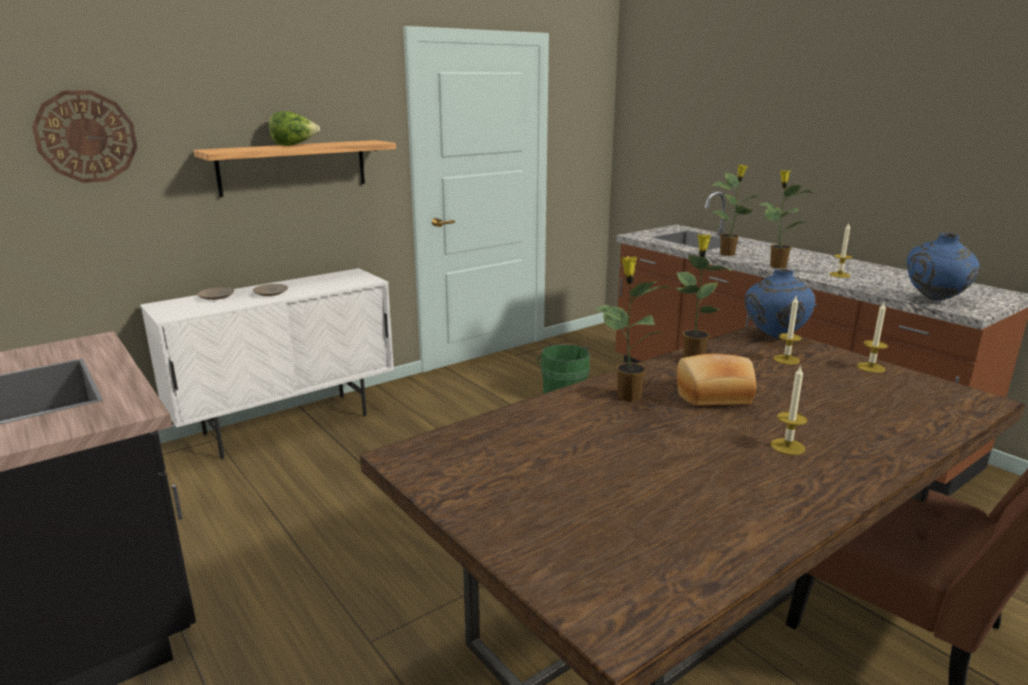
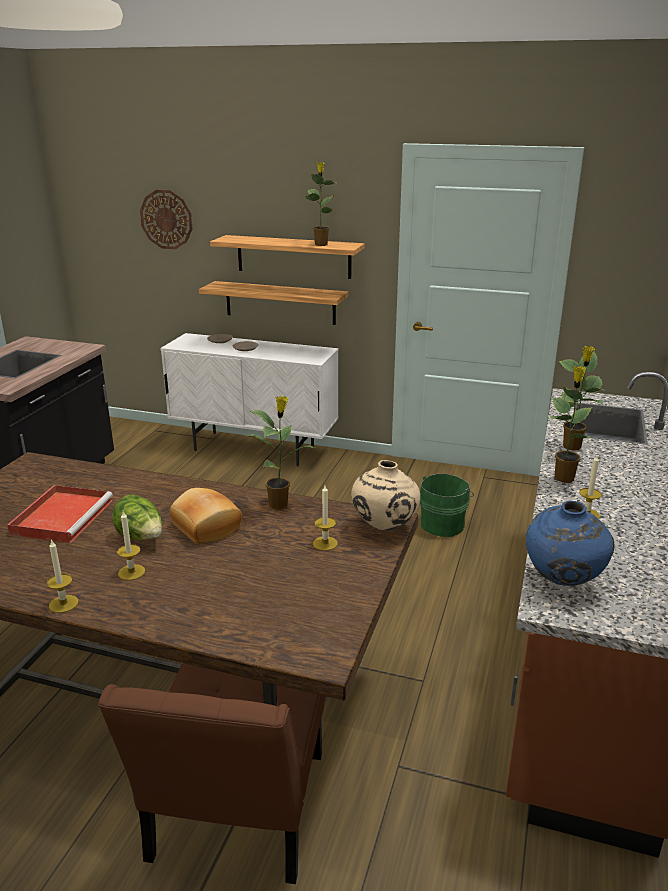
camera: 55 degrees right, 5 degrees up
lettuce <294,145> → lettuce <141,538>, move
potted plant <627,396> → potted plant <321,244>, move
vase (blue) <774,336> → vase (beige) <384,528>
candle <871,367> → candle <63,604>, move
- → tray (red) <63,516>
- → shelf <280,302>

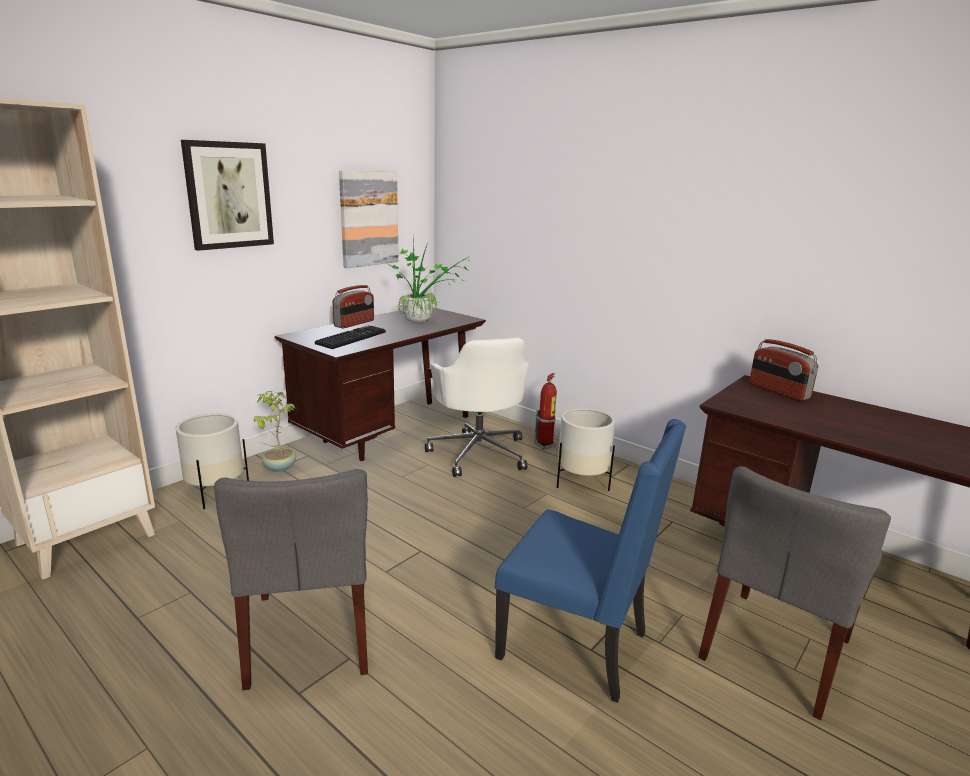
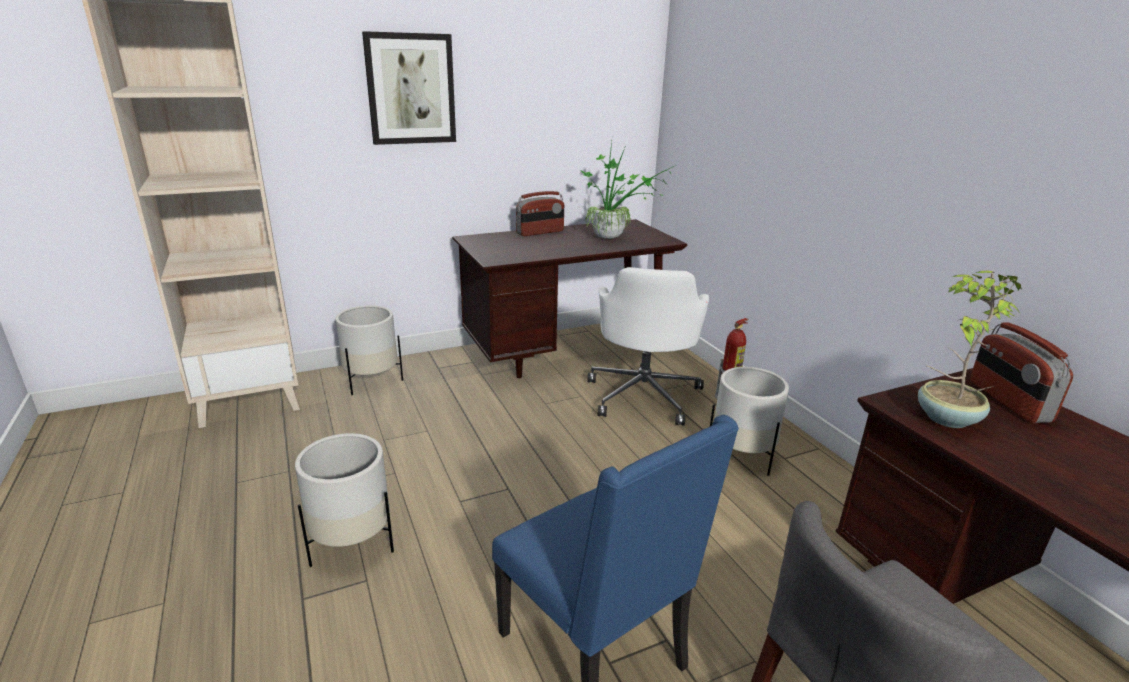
camera: 25 degrees right, 5 degrees up
chair (grey) <311,633> → planter (white) <352,543>
potted plant <279,467> → potted plant <945,418>, move
keyboard <351,338> → -
picture <368,218> → -

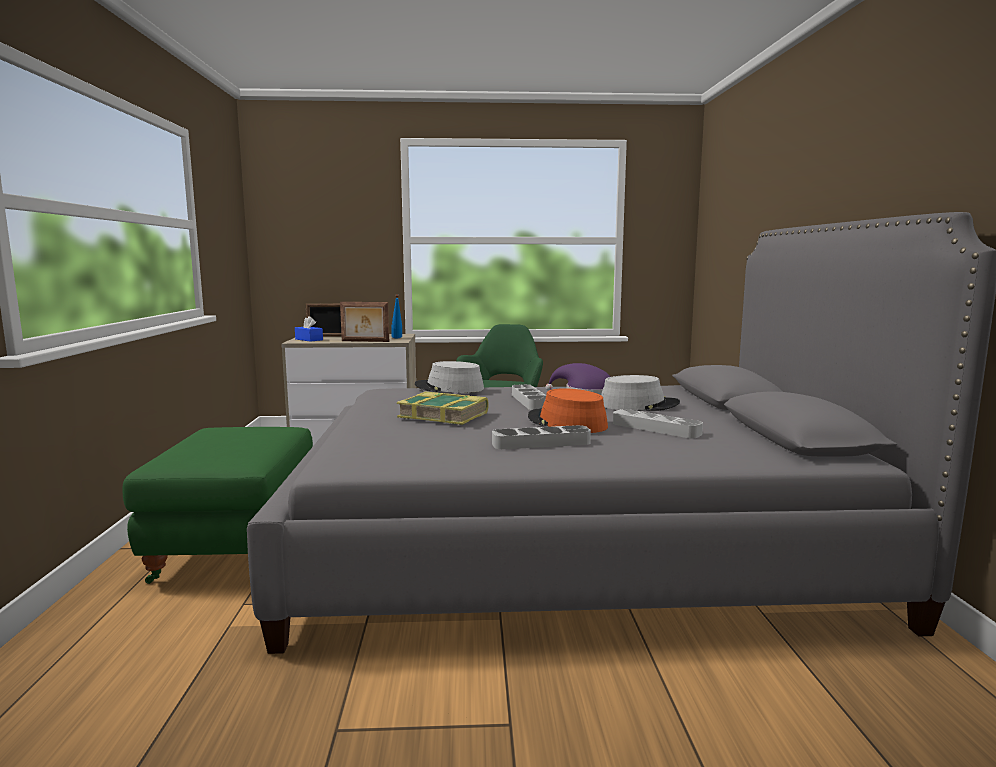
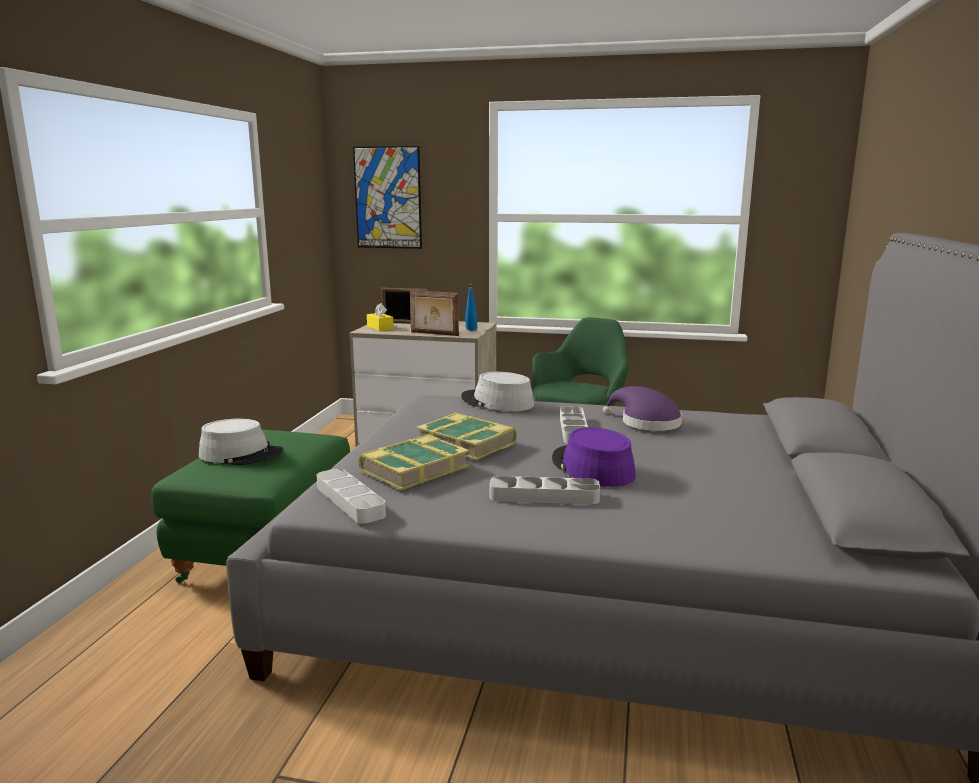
camera: 15 degrees right, 5 degrees up
tissue box (blue) <309,339> → tissue box (yellow) <380,328>
hat (orange) <566,423> → hat (purple) <592,468>
hat (grey) <639,405> → hat (grey) <241,454>, move
tray (grey) <656,428> → tray (grey) <350,501>, move
- → picture <388,198>
- → book <413,469>

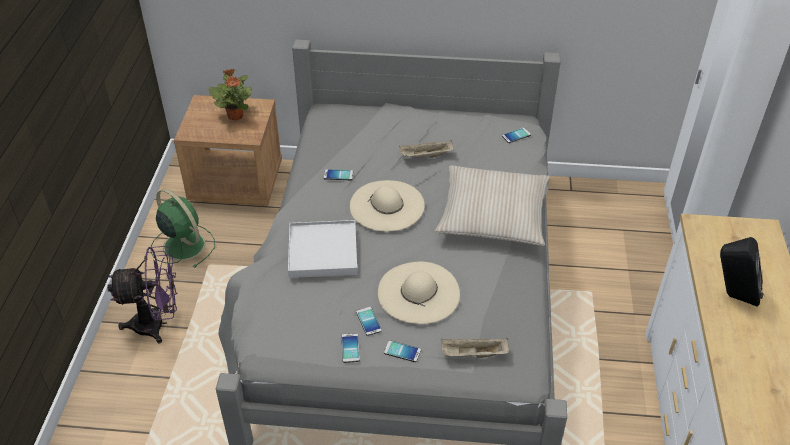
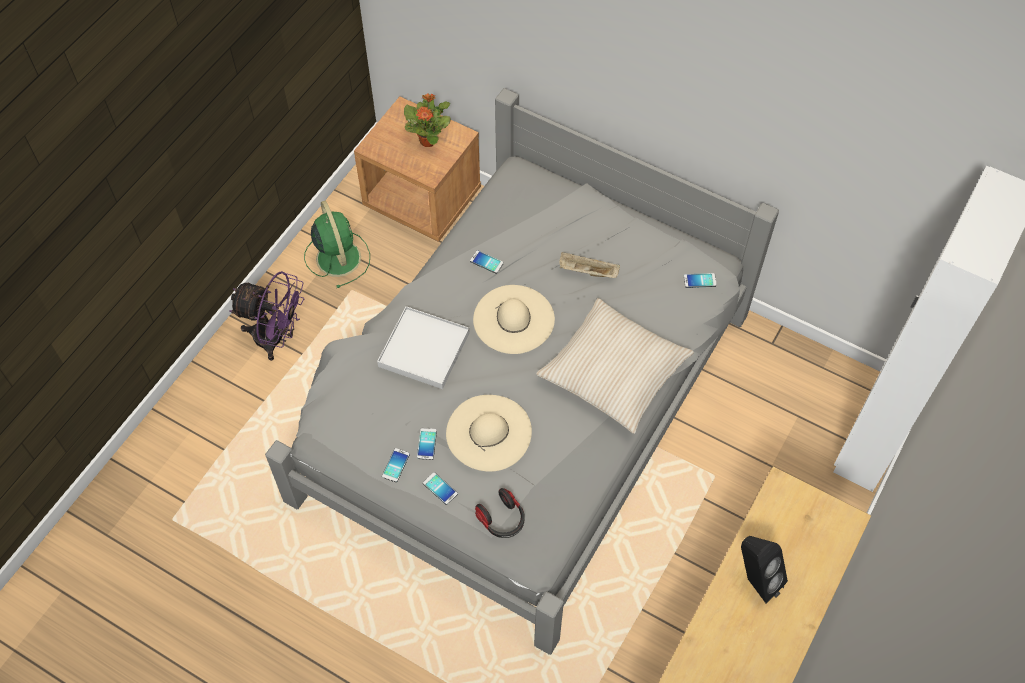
camera: 25 degrees right, 15 degrees up
tray (beige) <473,355> → headphones <502,519>

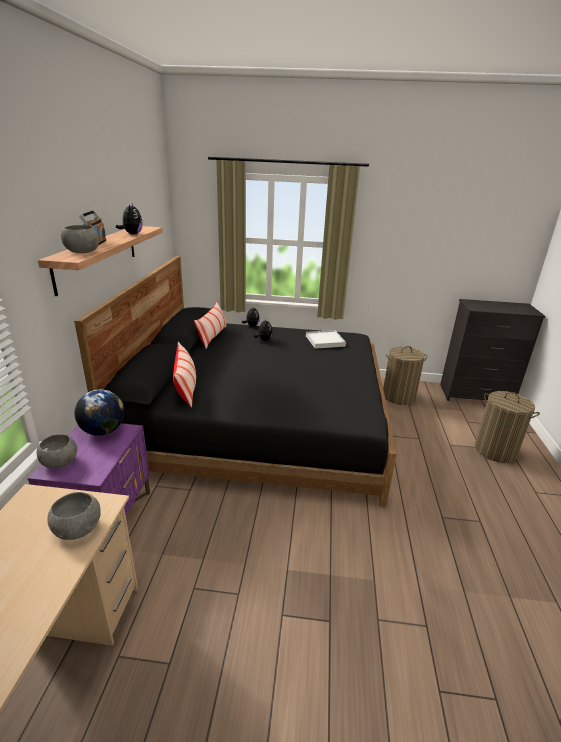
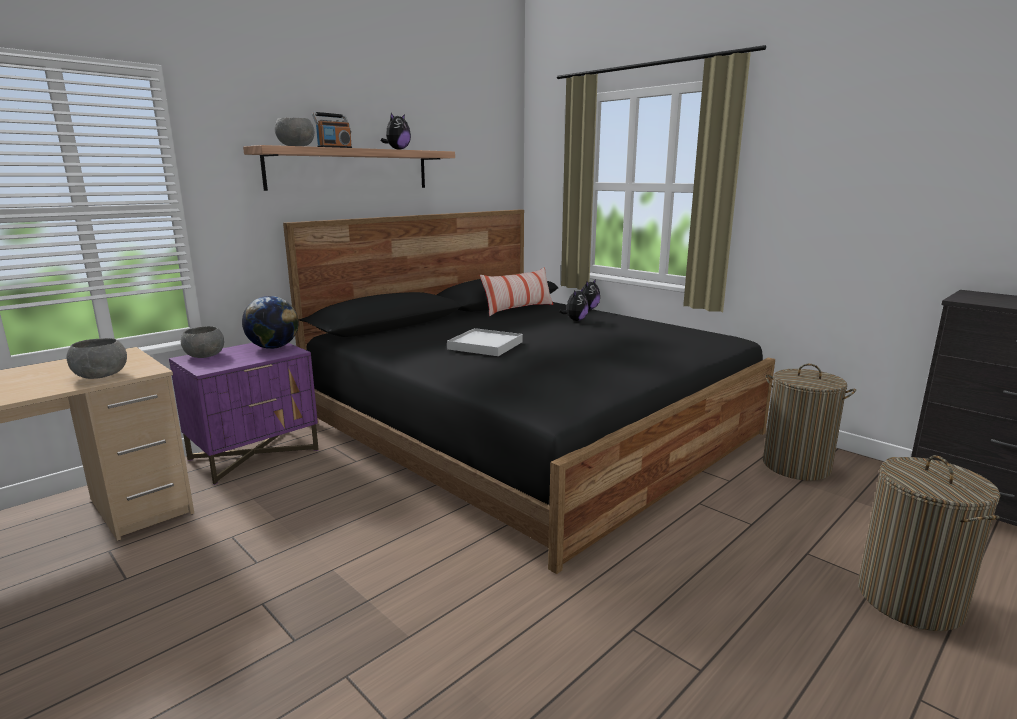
camera: 40 degrees right, 10 degrees down
pillow <186,388> → -
tray (white) <325,341> → tray (white) <485,345>, move

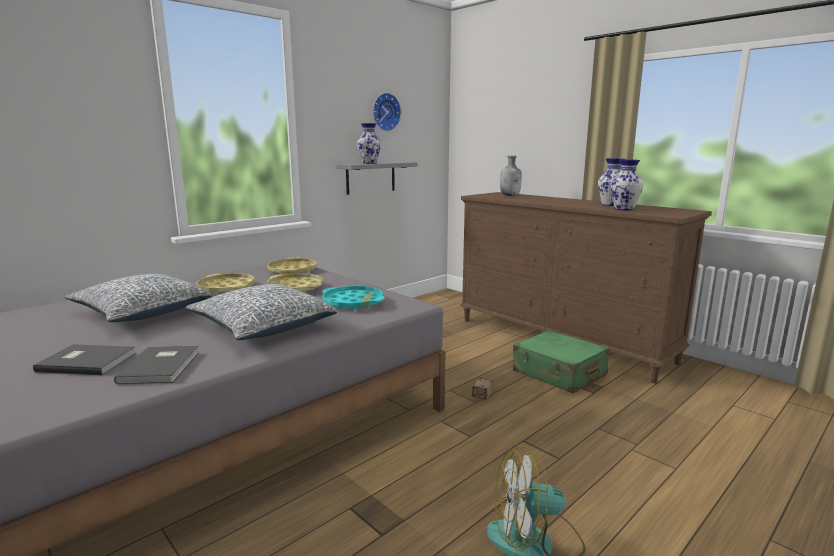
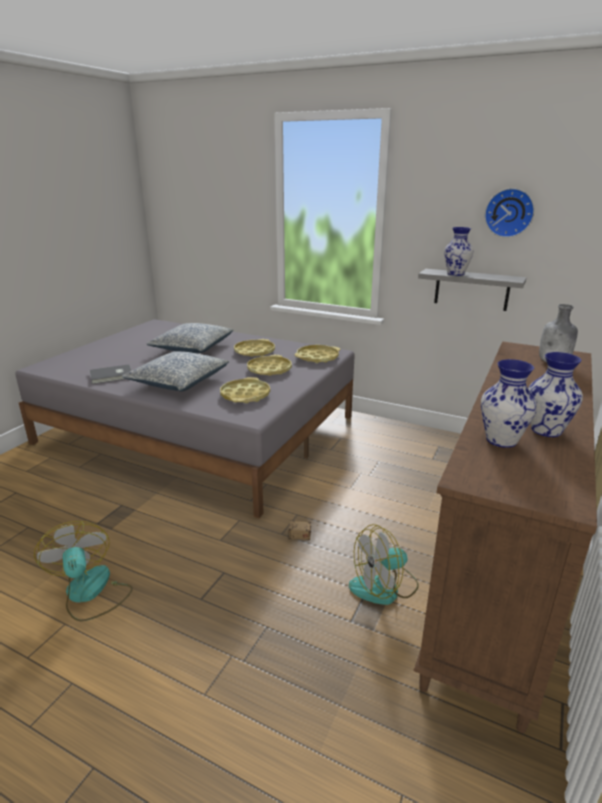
camera: 70 degrees right, 10 degrees up
book (grey) <87,361> → -
tray (turquoise) <353,302> → tray (yellow) <245,395>
suitcase (green) <559,373> → fan <384,587>

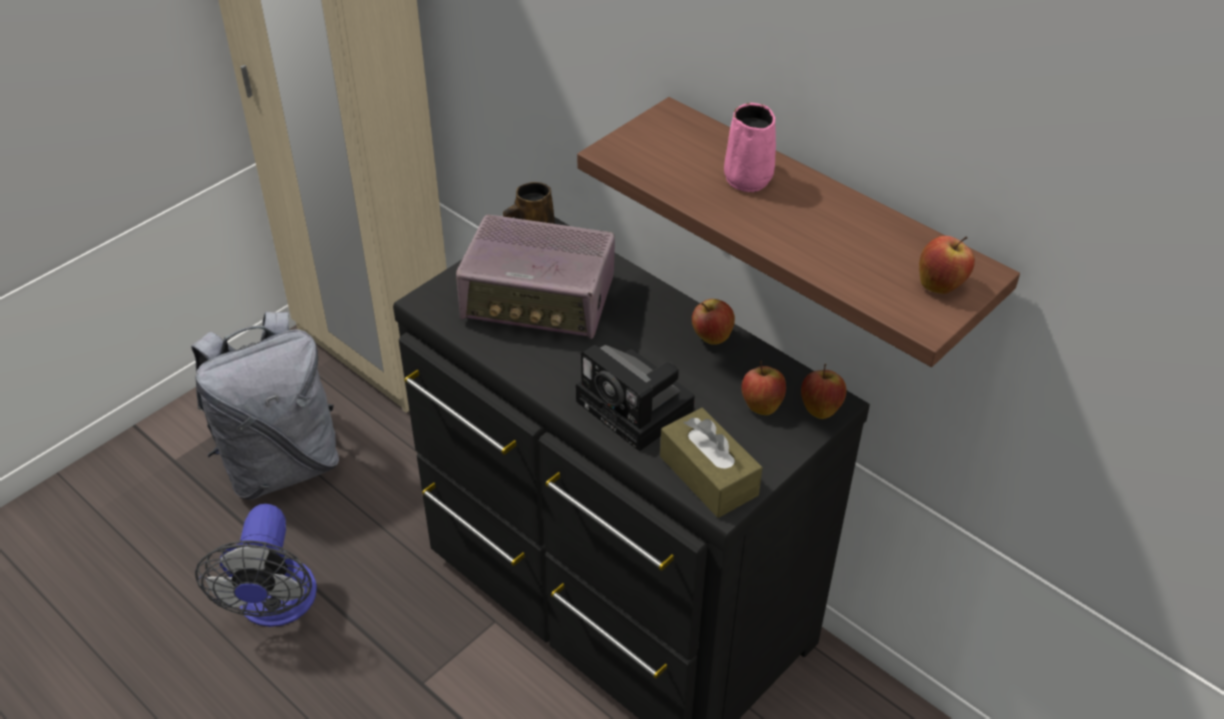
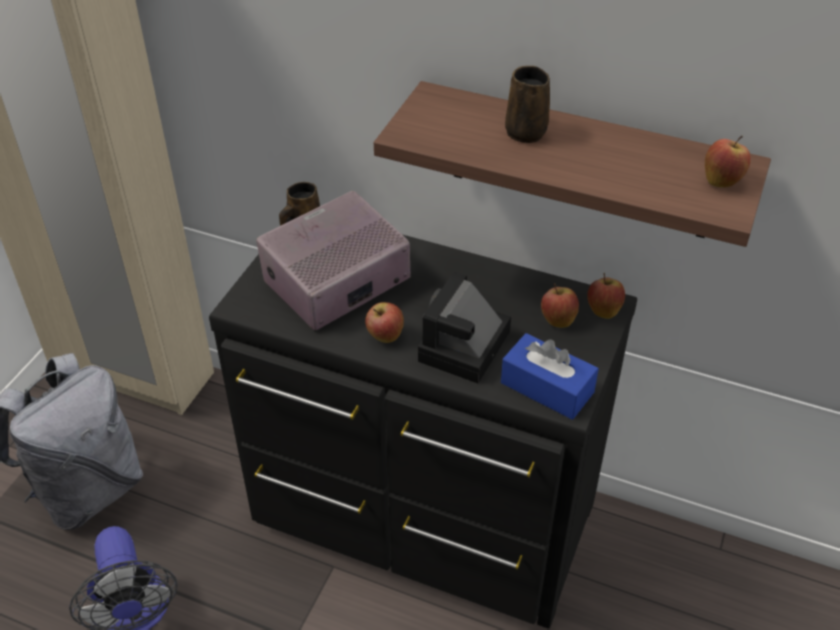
camera: 20 degrees left, 0 degrees up
radio <539,301> → radio <335,282>, 150 degrees clockwise
photo camera <639,409> → photo camera <463,349>, 90 degrees clockwise
tissue box (brown) <708,475> → tissue box (blue) <547,387>
apple <711,337> → apple <385,336>, move
mug (pink) <748,177> → mug (brown) <524,131>

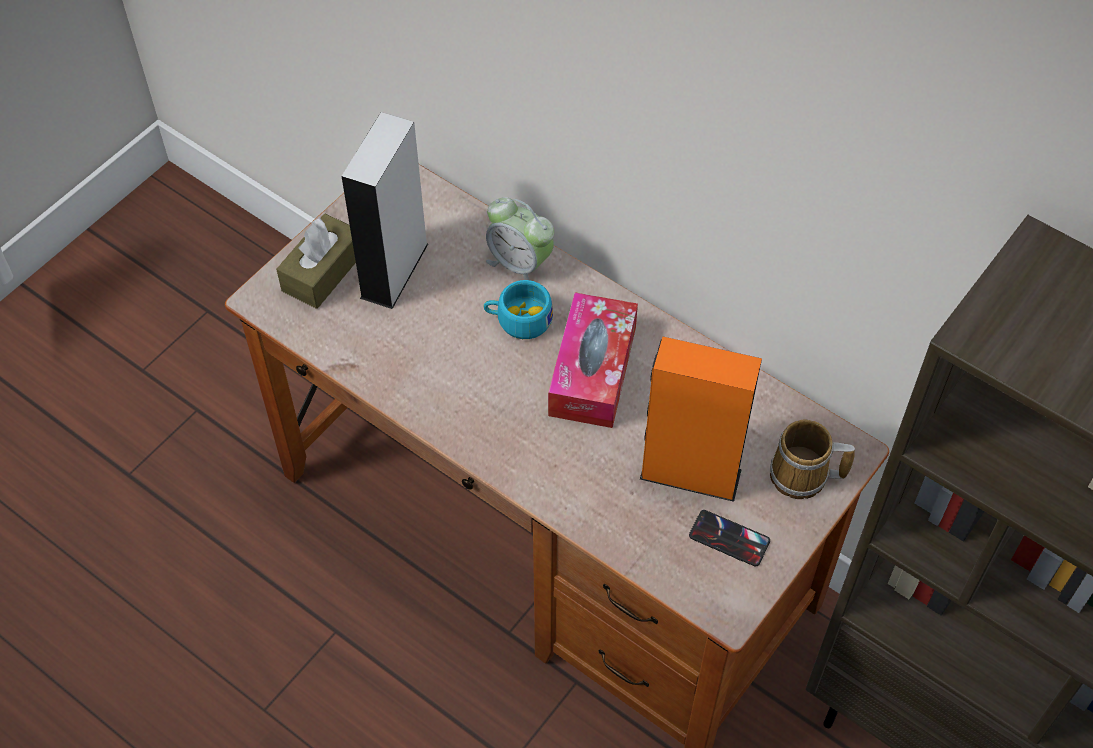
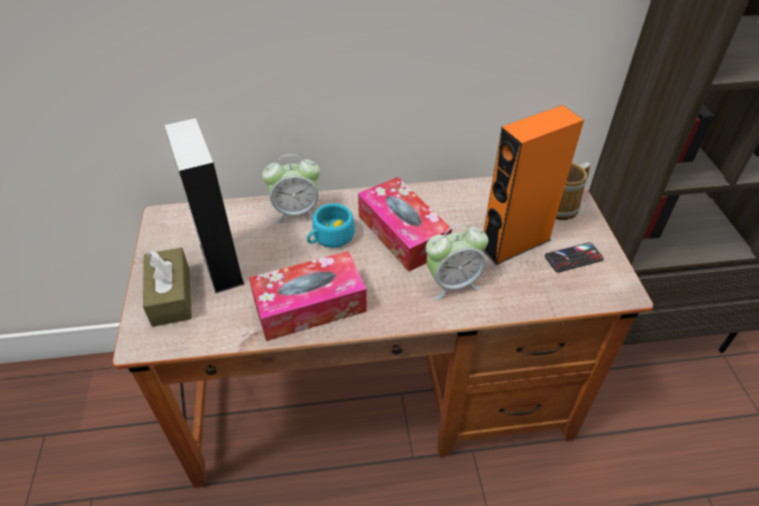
camera: 45 degrees left, 10 degrees down
- → tissue box <310,306>
- → alarm clock <452,283>

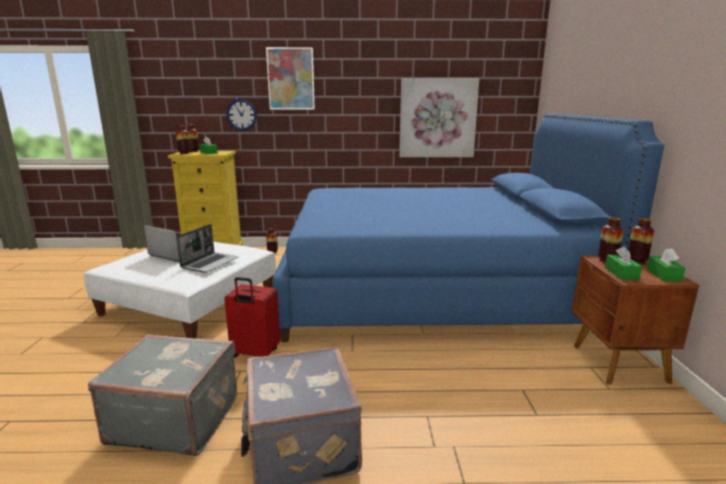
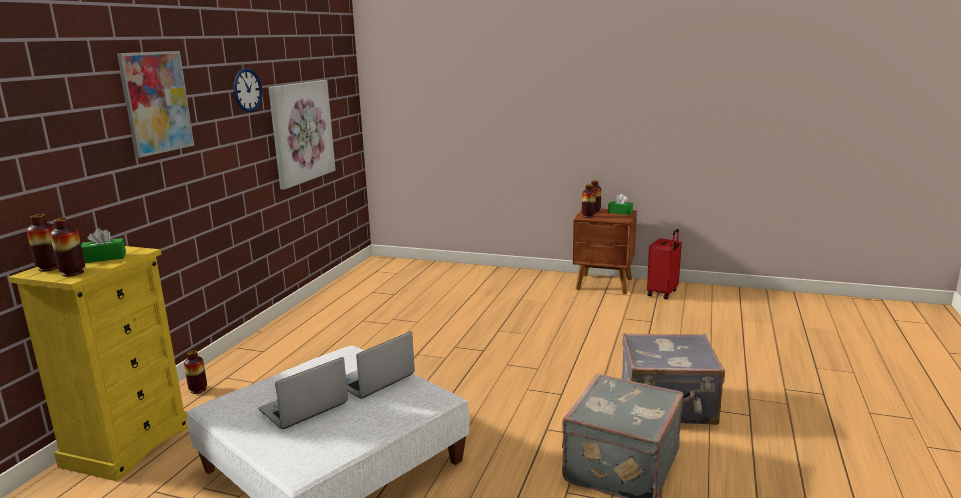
camera: 70 degrees left, 0 degrees up
laptop <210,263> → laptop <374,380>, 90 degrees counterclockwise
suitcase (red) <254,354> → suitcase (red) <663,293>, move
wall clock <241,114> → wall clock <247,90>, move
bed (blue) <431,291> → -
tissue box (green) <621,273> → -

